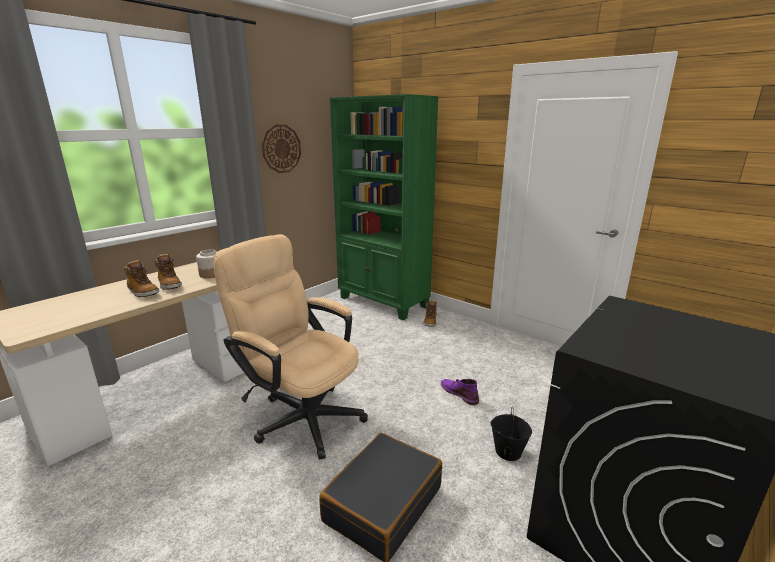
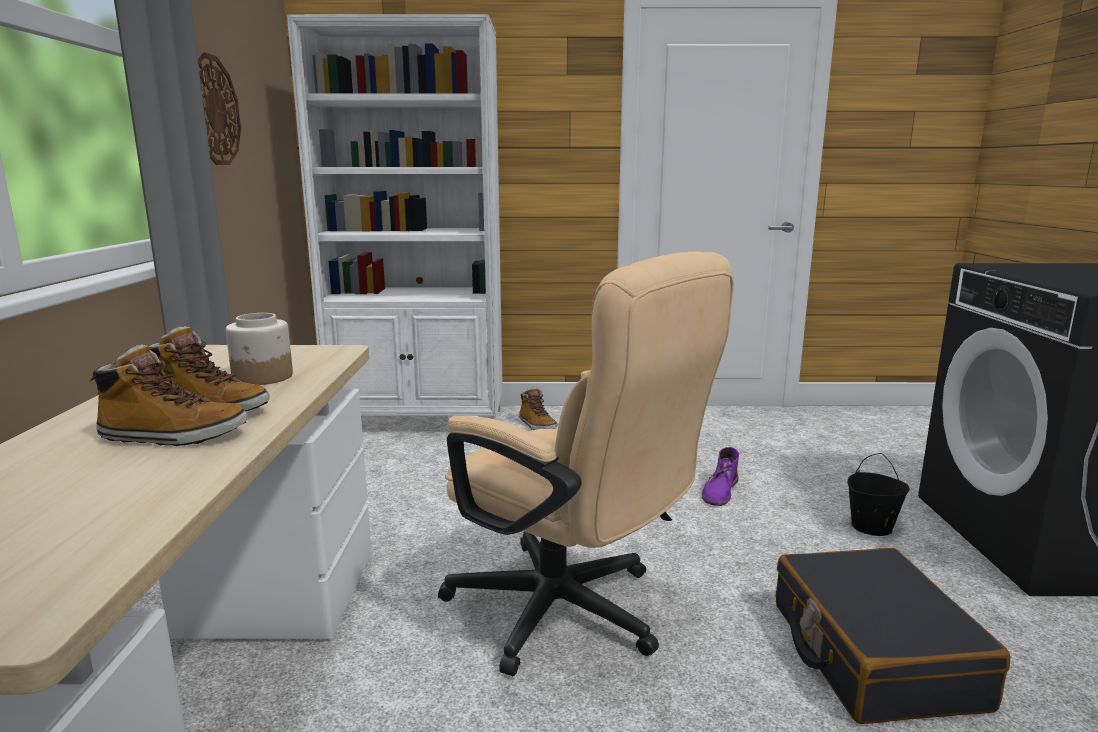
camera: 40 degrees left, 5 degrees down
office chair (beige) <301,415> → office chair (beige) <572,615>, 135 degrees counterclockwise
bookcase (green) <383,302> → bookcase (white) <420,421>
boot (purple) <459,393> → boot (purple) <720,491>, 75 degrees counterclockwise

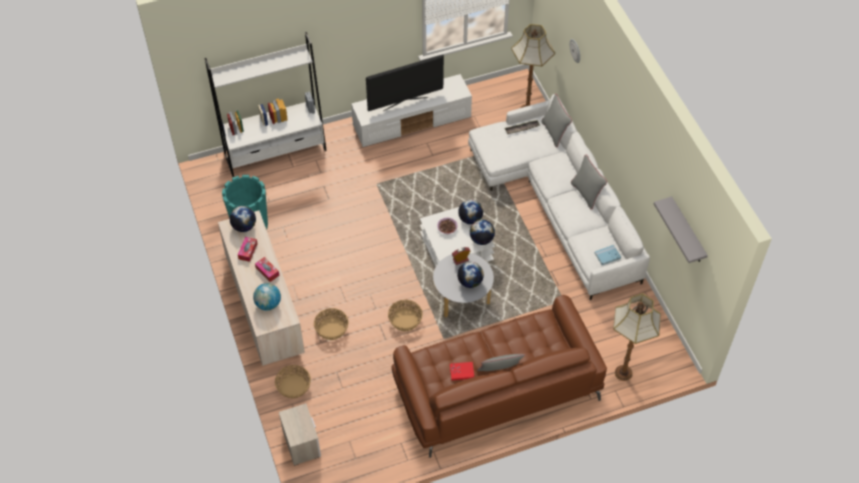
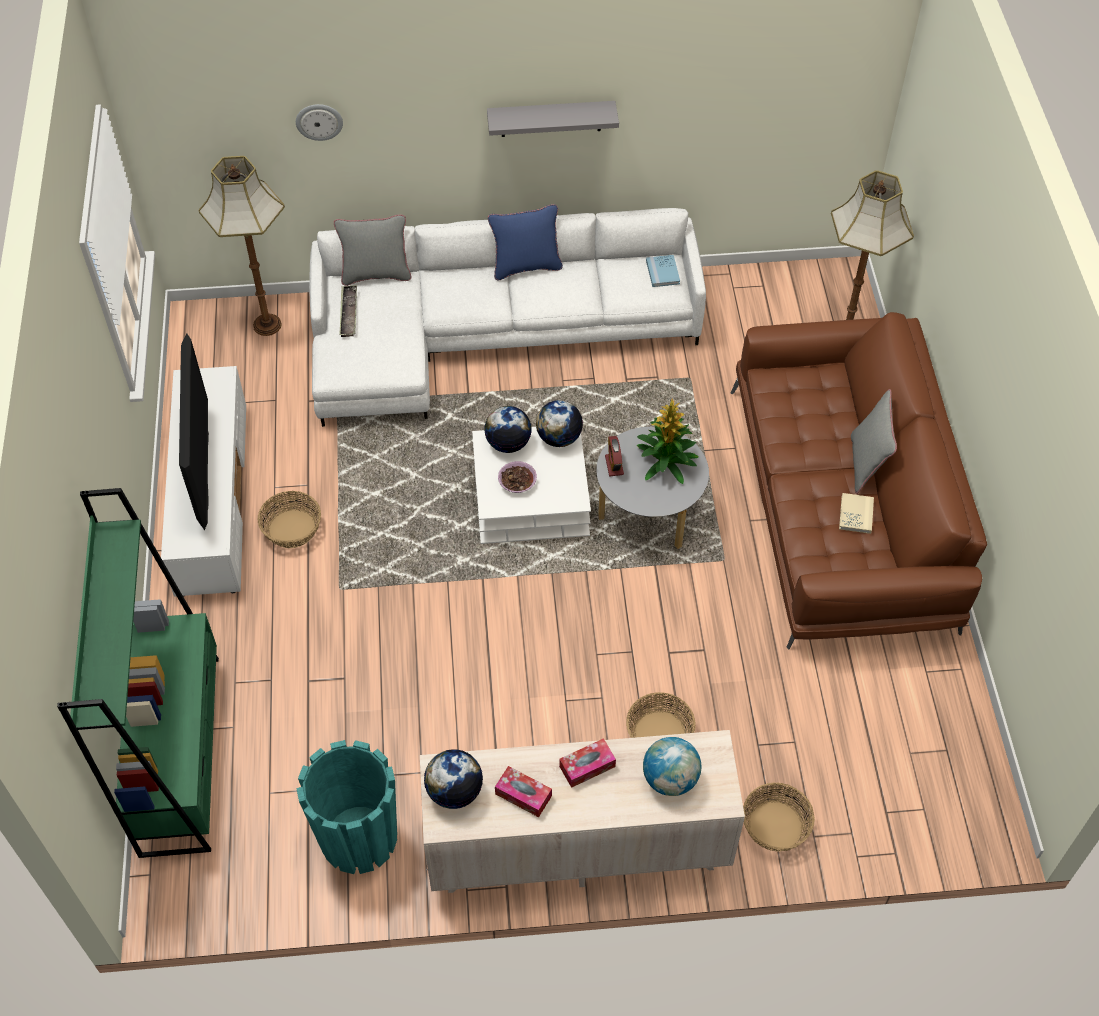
camera: 75 degrees left, 0 degrees up
bookcase (white) <276,152> → bookcase (green) <180,753>
nightstand <301,443> → -
basket <405,320> → basket <292,529>, move
book (red) <462,371> → book (beige) <856,514>
globe <470,282> → potted plant <666,462>
pillow (grey) <586,194> → pillow (blue) <526,266>
shelf (grey) <687,231> → shelf (grey) <551,118>, move

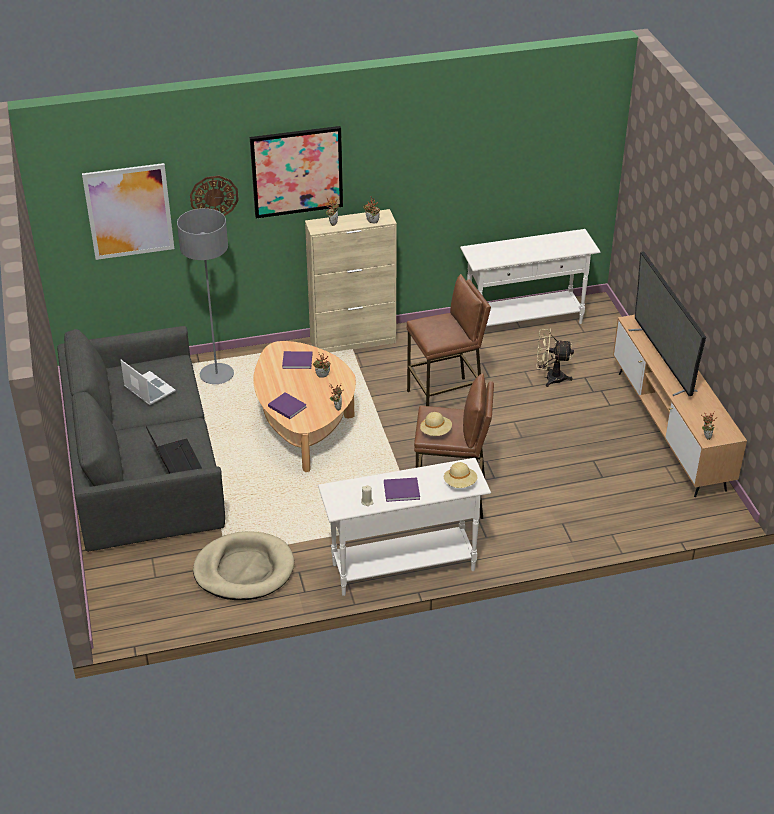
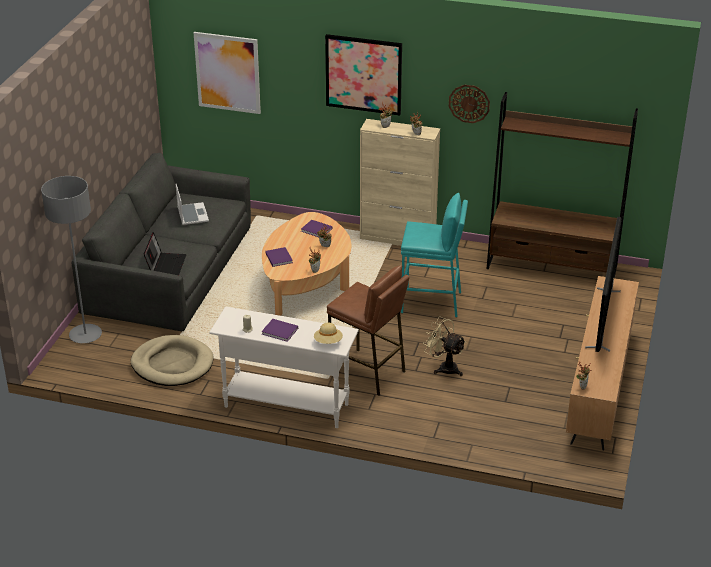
camera: 30 degrees right, 5 degrees down
floor lamp (grey) <217,375> → floor lamp (grey) <85,335>, move
wall clock <214,196> → wall clock <469,103>, move
stool (brown) <445,399> → stool (turquoise) <431,302>
hat (beige) <436,431> → -
console table (white) <524,321> → bookcase (brown) <552,267>
fan (beige) <550,378> → fan (beige) <444,367>, move

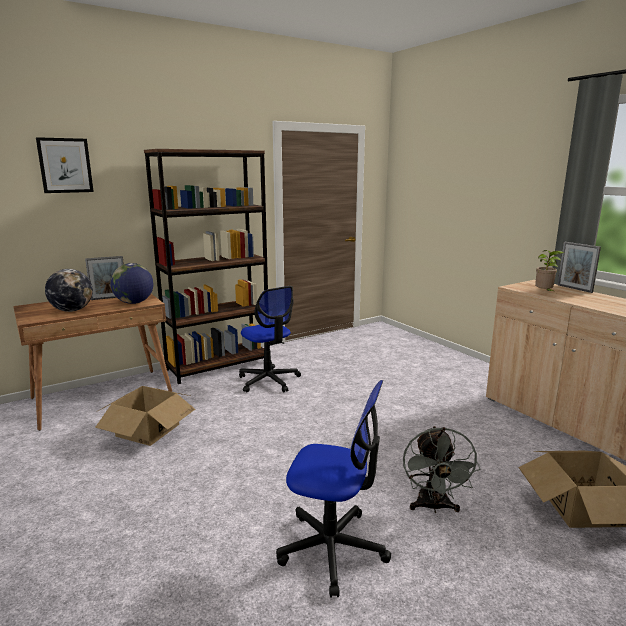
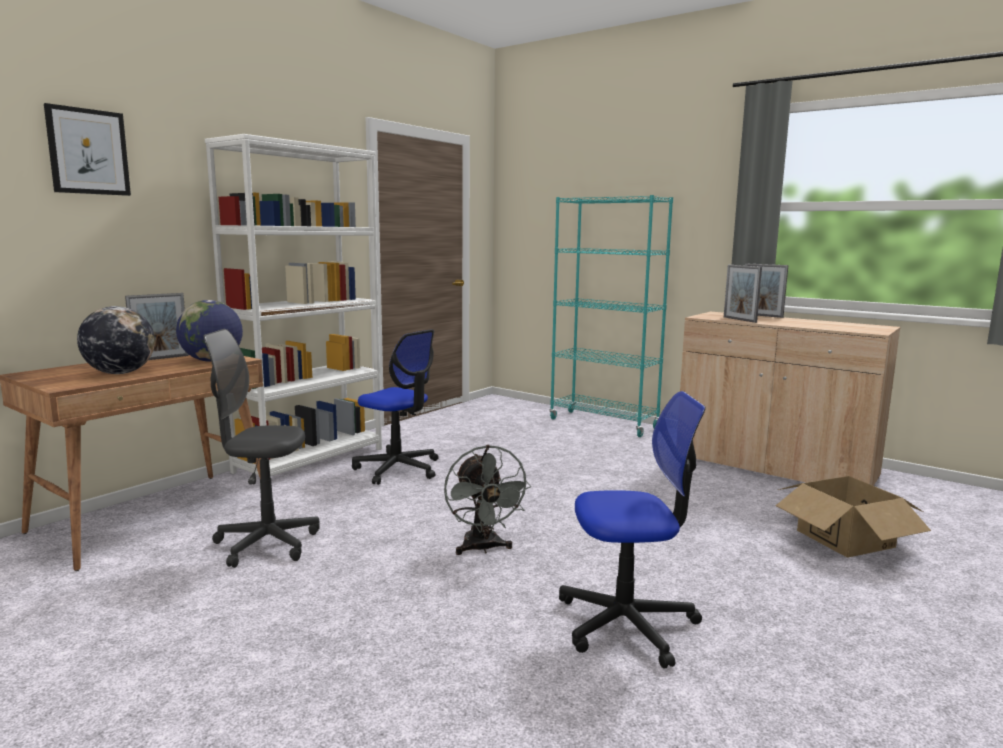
camera: 20 degrees left, 5 degrees down
cardboard box <148,430> → office chair (grey) <266,544>
bookcase (brown) <219,365> → bookcase (white) <310,460>
fan (grey) <433,507> → fan (grey) <483,548>, move
potted plant <544,293> → picture frame <739,319>
- → bookcase (turquoise) <603,424>

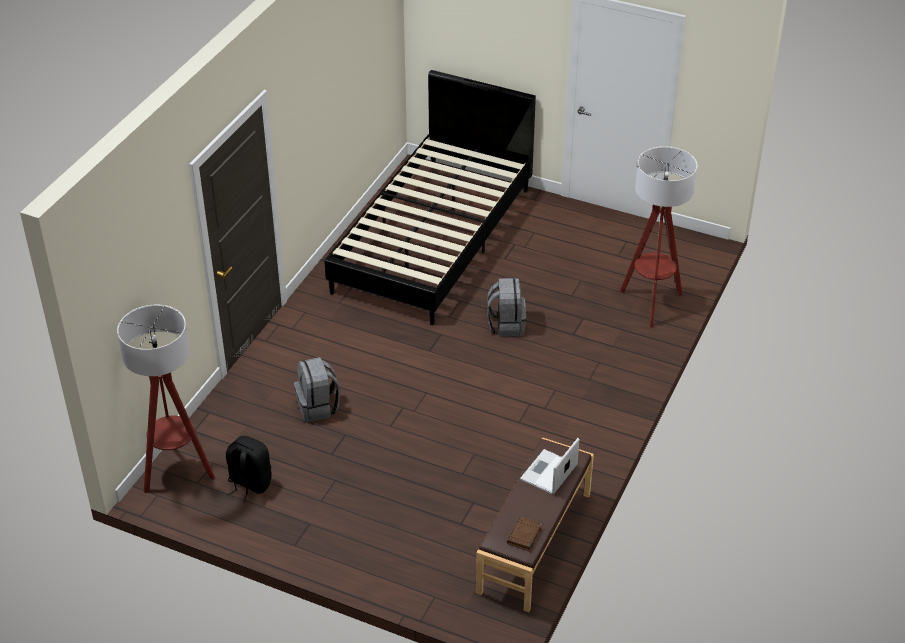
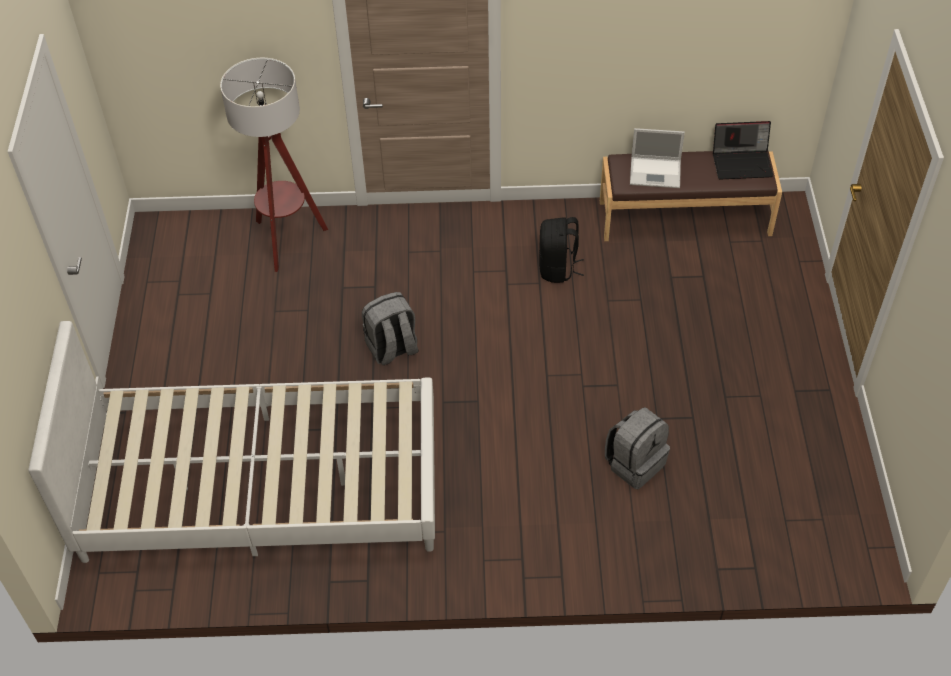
camera: 115 degrees left, 10 degrees up
floor lamp <177,471> → -
backpack (black) <249,484> → backpack (black) <558,268>, move
bed (black) <433,239> → bed (white) <261,486>
book (brown) <524,536> → laptop <742,163>

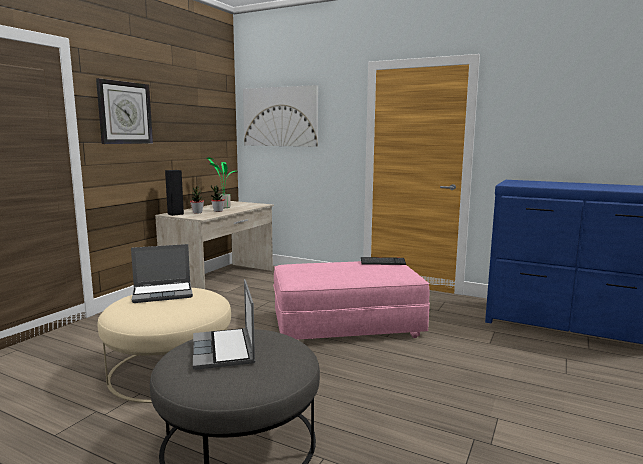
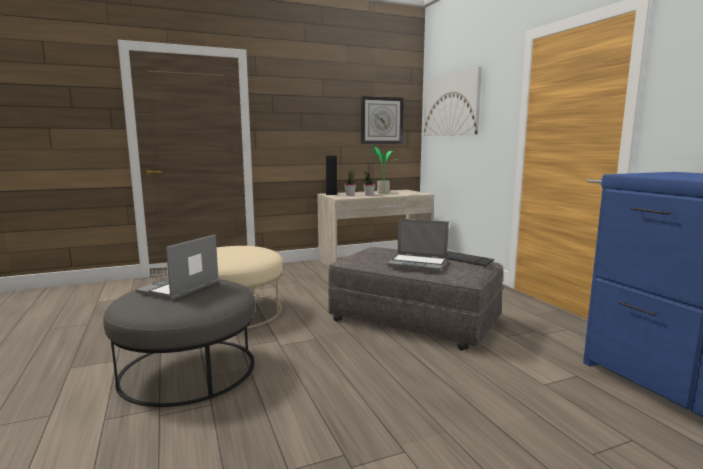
camera: 40 degrees right, 0 degrees up
wall clock <125,113> → wall clock <381,120>, move
laptop <163,293> → laptop <418,264>, move
ottoman (pink) <346,324> → ottoman (grey) <414,319>

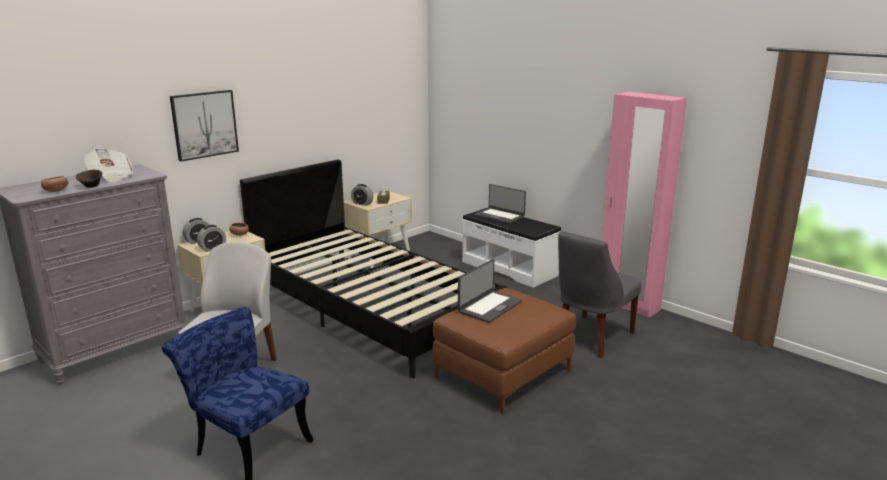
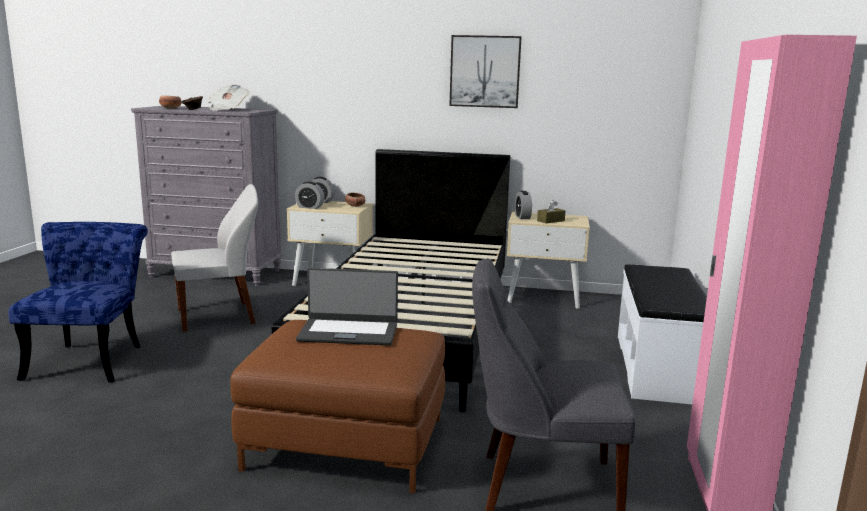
camera: 55 degrees right, 5 degrees down
picture <204,124> → picture <485,71>, move
laptop <499,216> → -

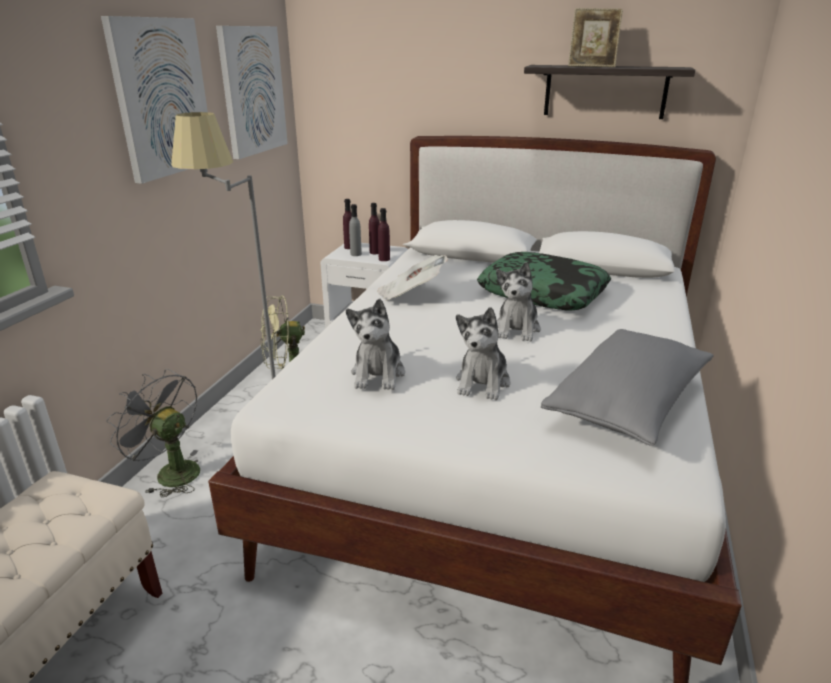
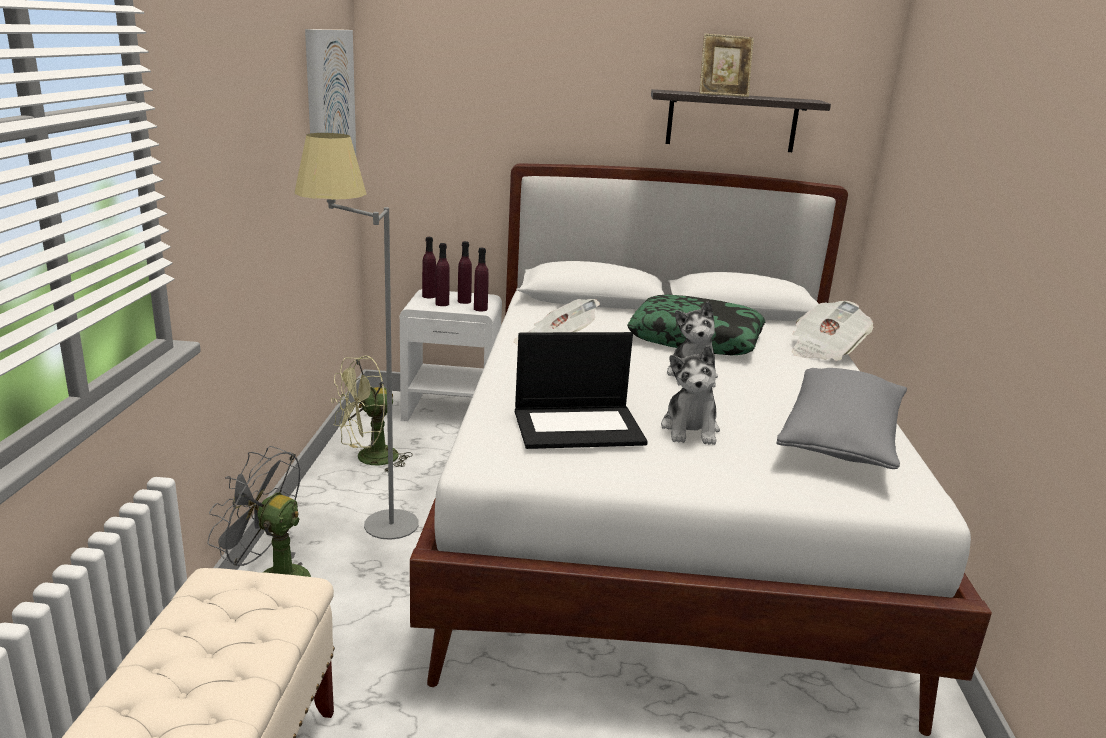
camera: 15 degrees left, 5 degrees down
picture <161,98> → -
plush toy <378,374> → laptop <579,426>
bottle (grey) <356,254> → bottle (purple) <442,304>
- → newspaper <824,351>

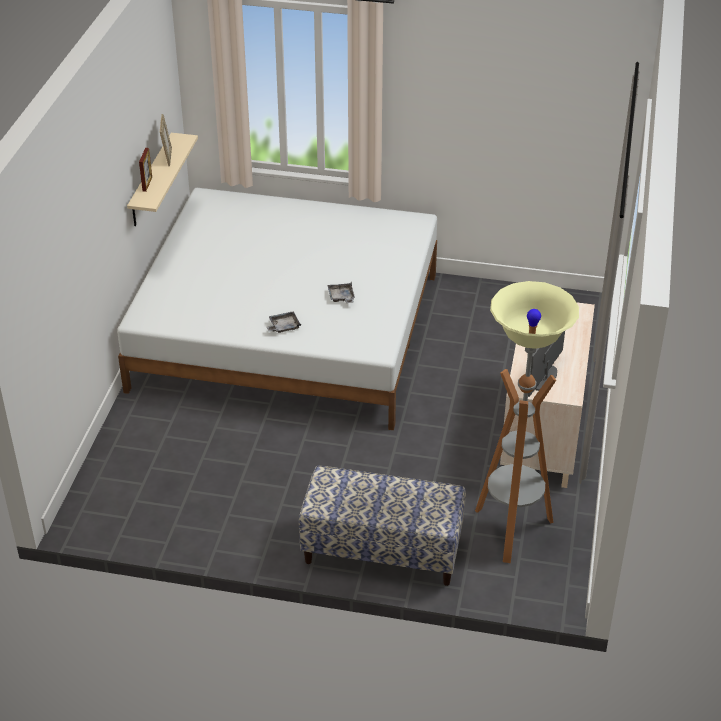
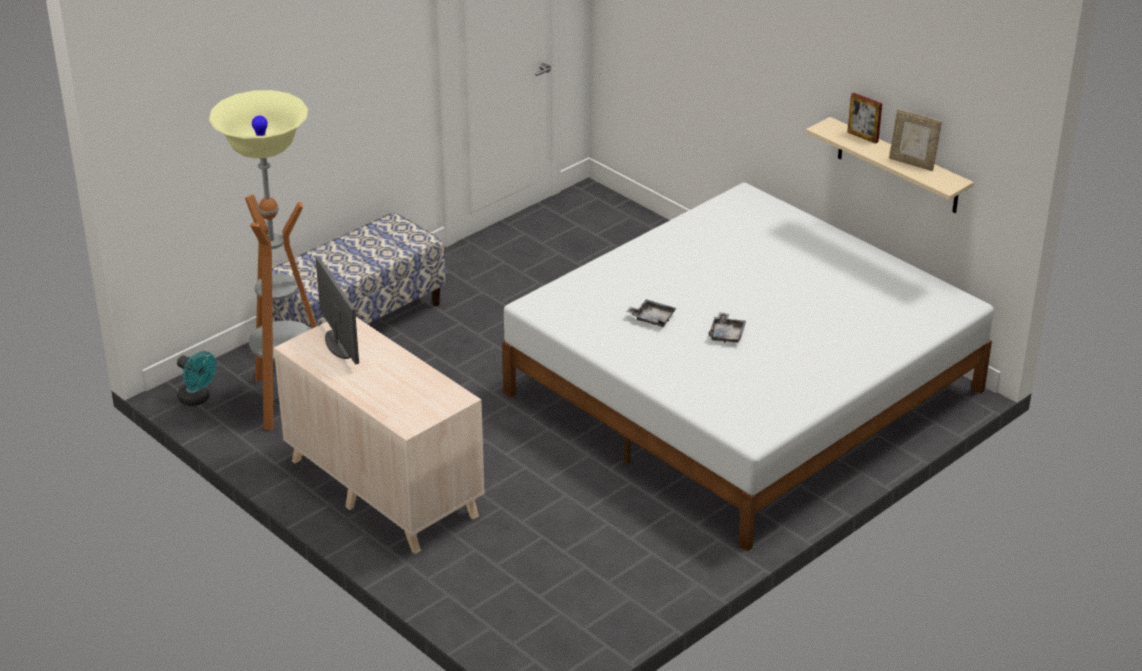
camera: 125 degrees right, 5 degrees down
tray (grey) <283,326> → tray (grey) <726,334>, move
- → fan (turquoise) <198,399>

